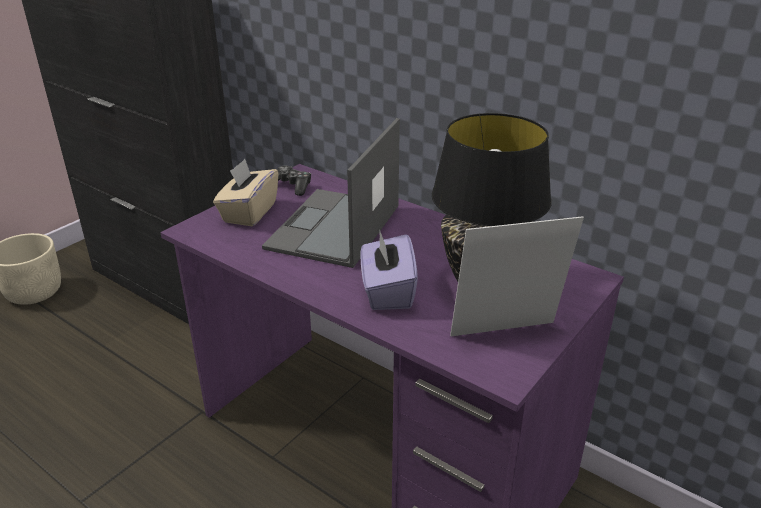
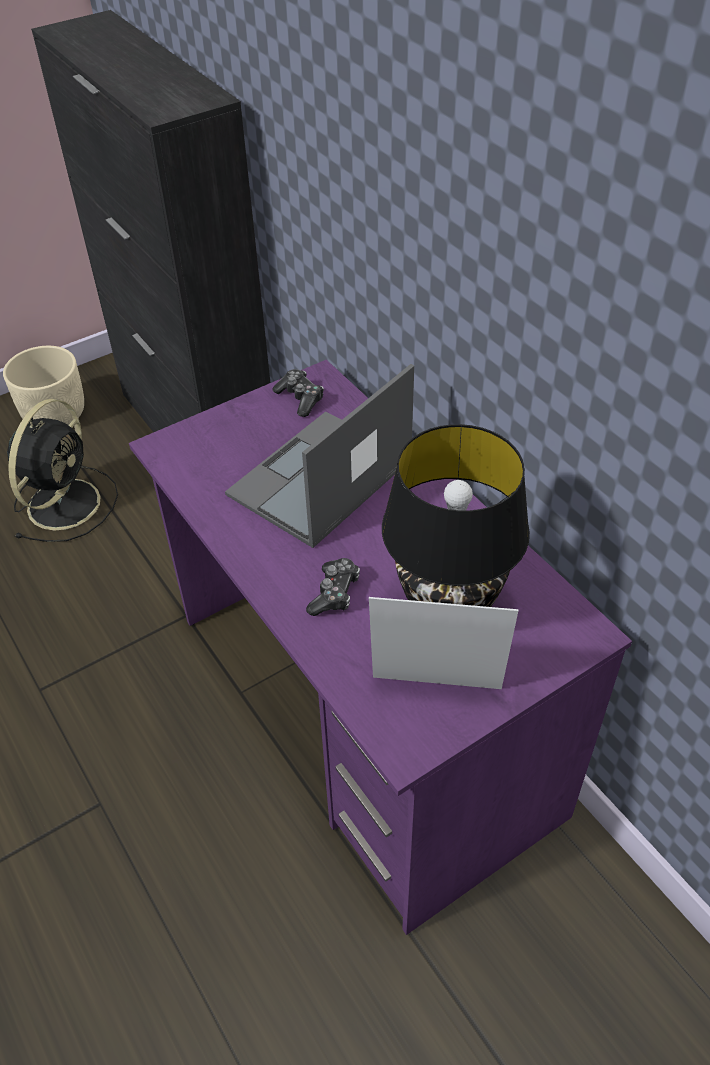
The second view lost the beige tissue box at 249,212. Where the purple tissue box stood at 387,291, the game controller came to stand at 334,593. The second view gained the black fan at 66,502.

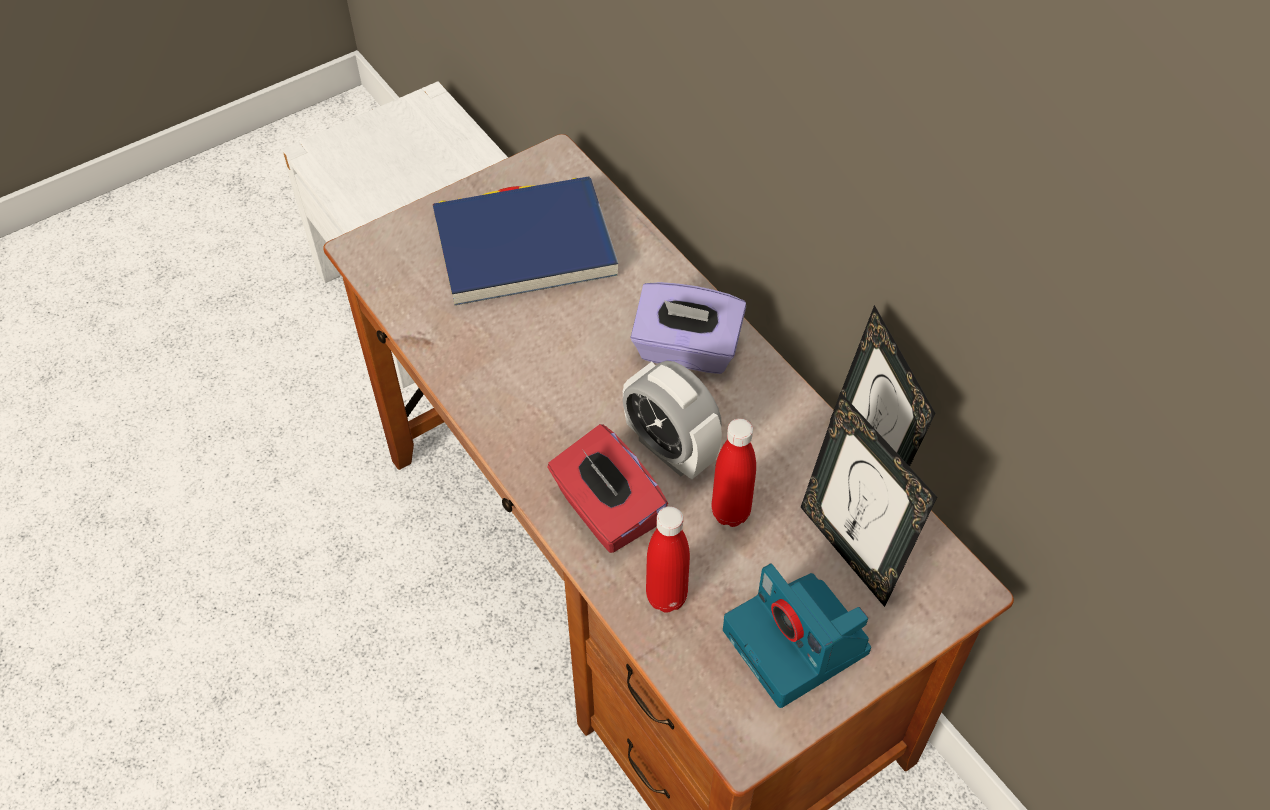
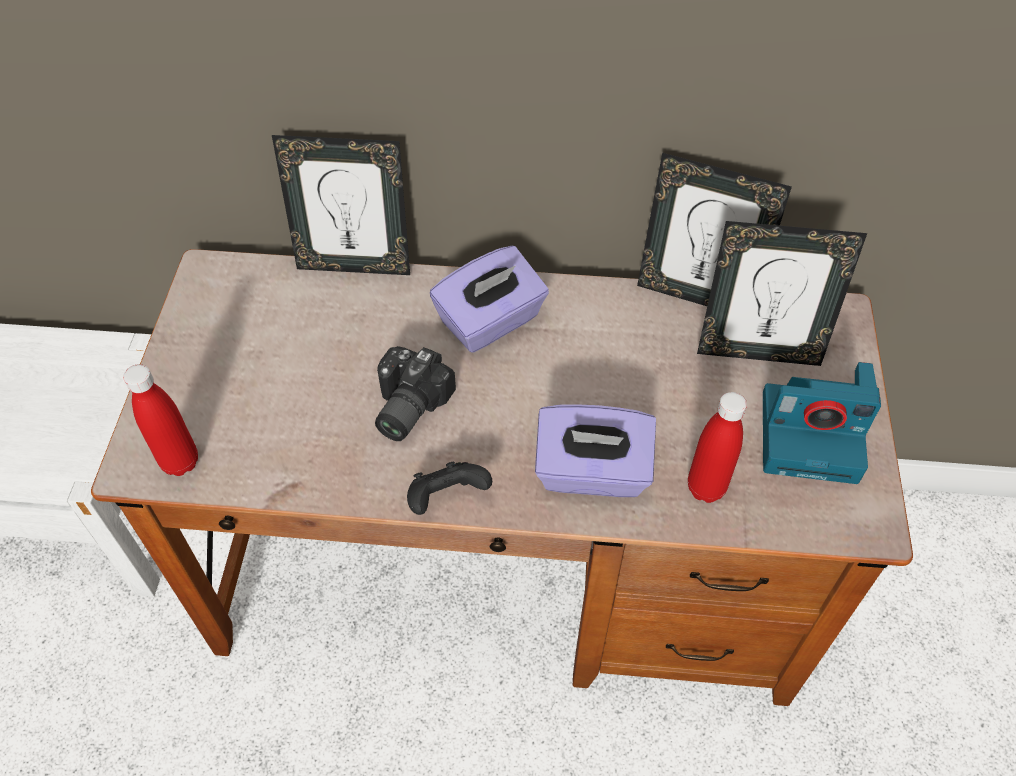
The second view lost the blue book at 524,246. What was the red tissue box at 606,510 turned into the purple tissue box at 592,473. The second view lost the alarm clock at 670,449. The red bottle ended up elsewhere, having gone from 730,513 to 180,462. The second view gained the picture frame at 355,265. The second view gained the photo camera at 405,406. The second view gained the black game controller at 447,498.

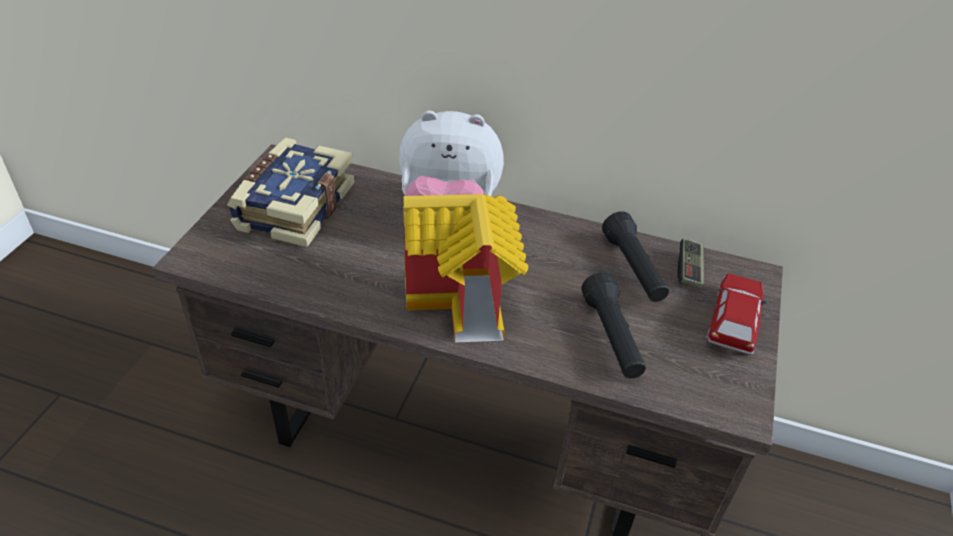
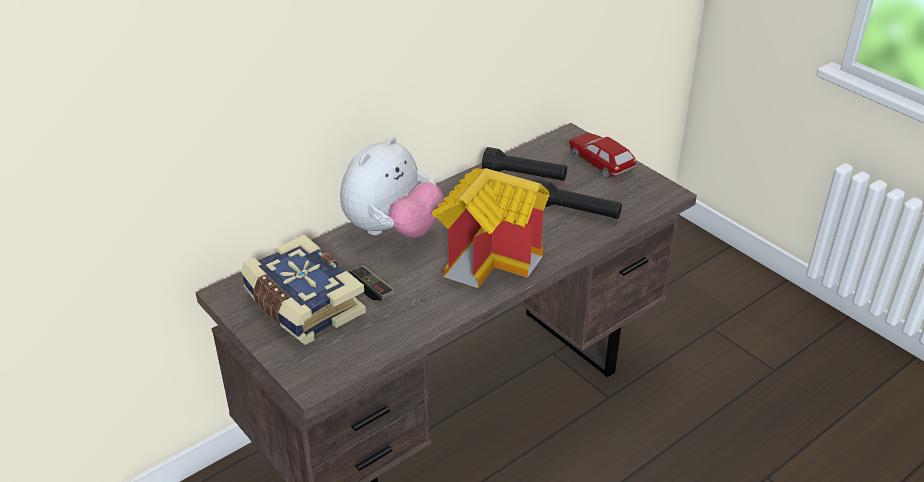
The game controller ended up elsewhere, having gone from 689,270 to 372,289.

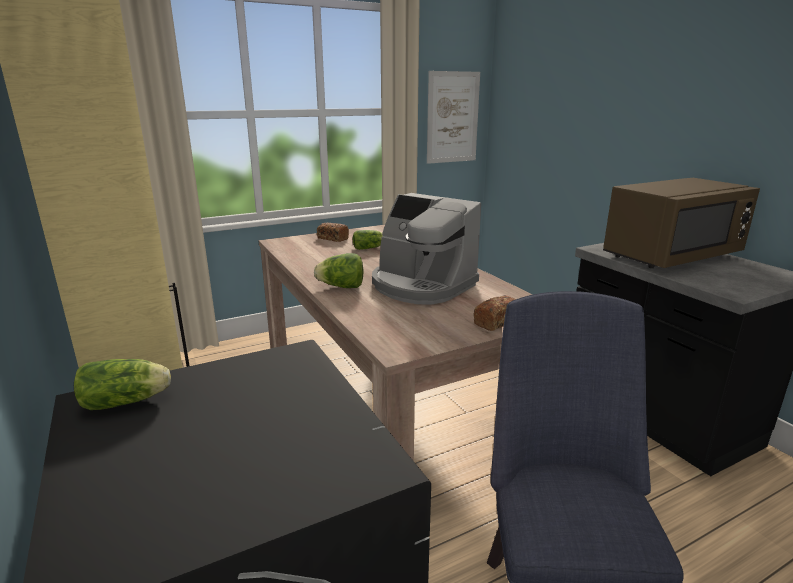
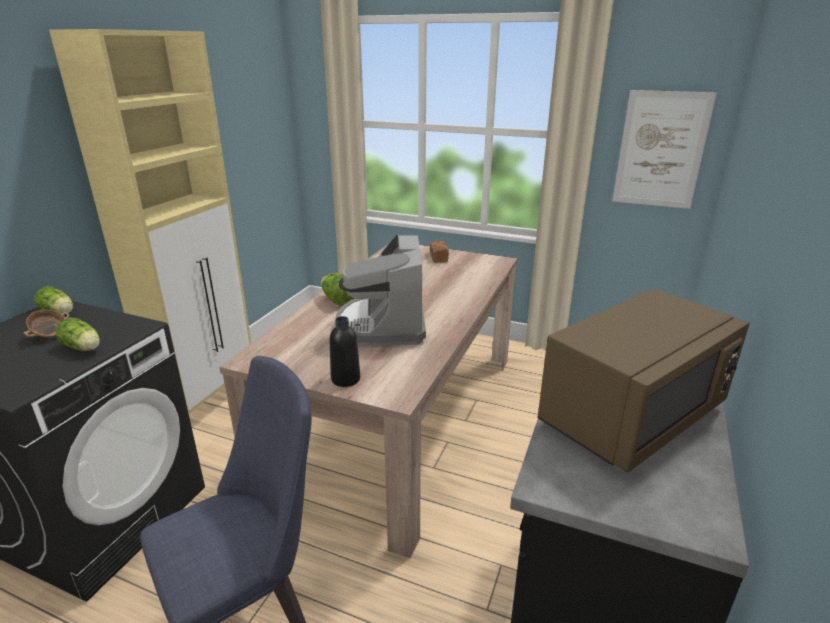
The lettuce ended up elsewhere, having gone from 370,248 to 84,348. Where the bread stood at 496,322, the black bottle came to stand at 345,379. The brown microwave at 671,256 ended up facing another way, 60 degrees counterclockwise from before. The second view gained the bowl at 51,335.

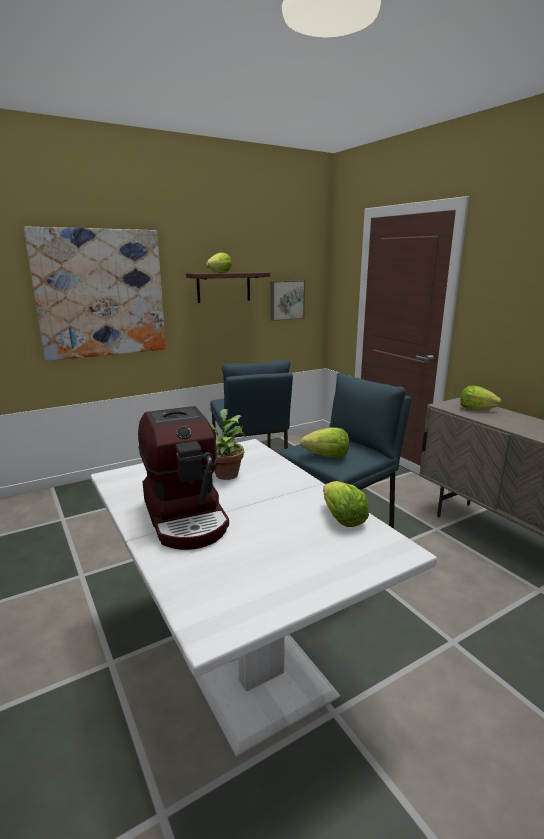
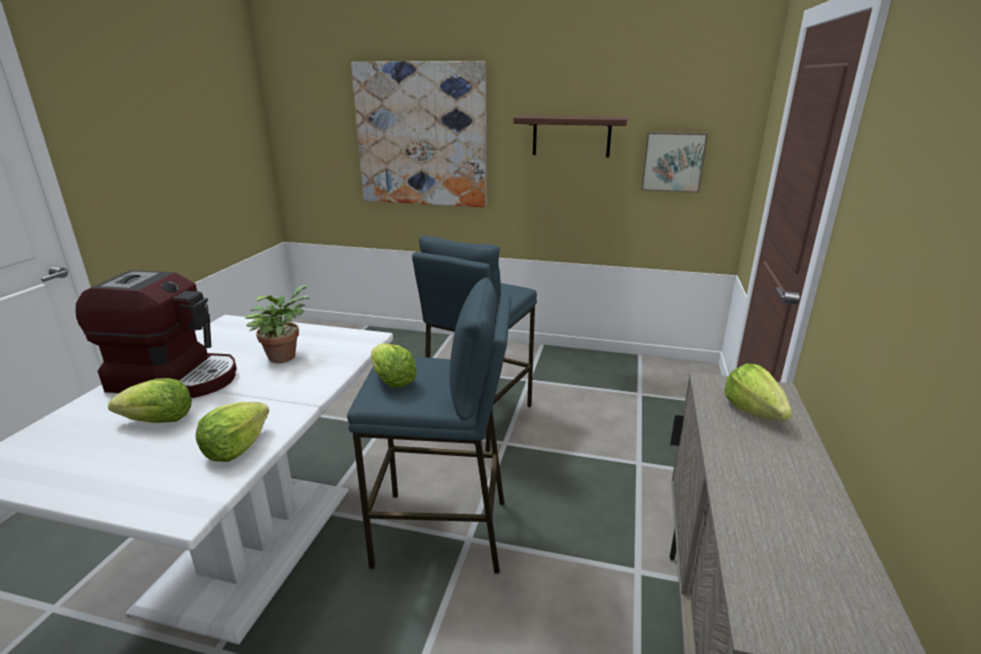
The coffee machine at 186,516 ended up facing another way, 105 degrees counterclockwise from before. The lettuce ended up elsewhere, having gone from 219,272 to 158,421.

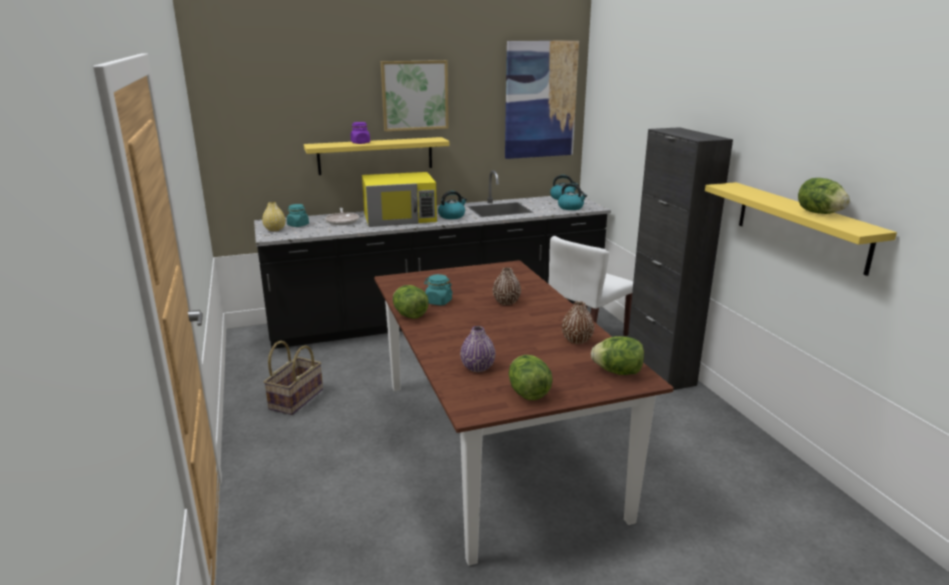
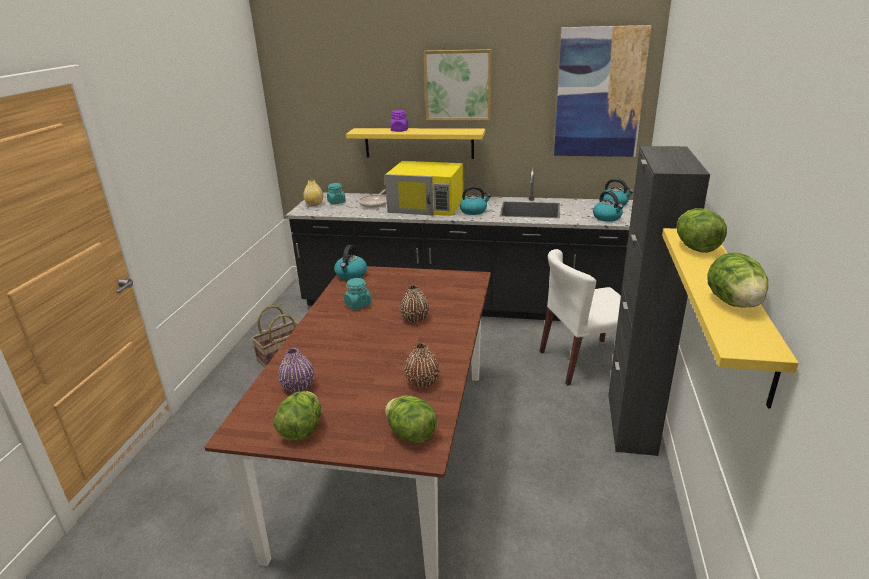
The lettuce ended up elsewhere, having gone from 410,315 to 696,248. The second view gained the kettle at 351,275.

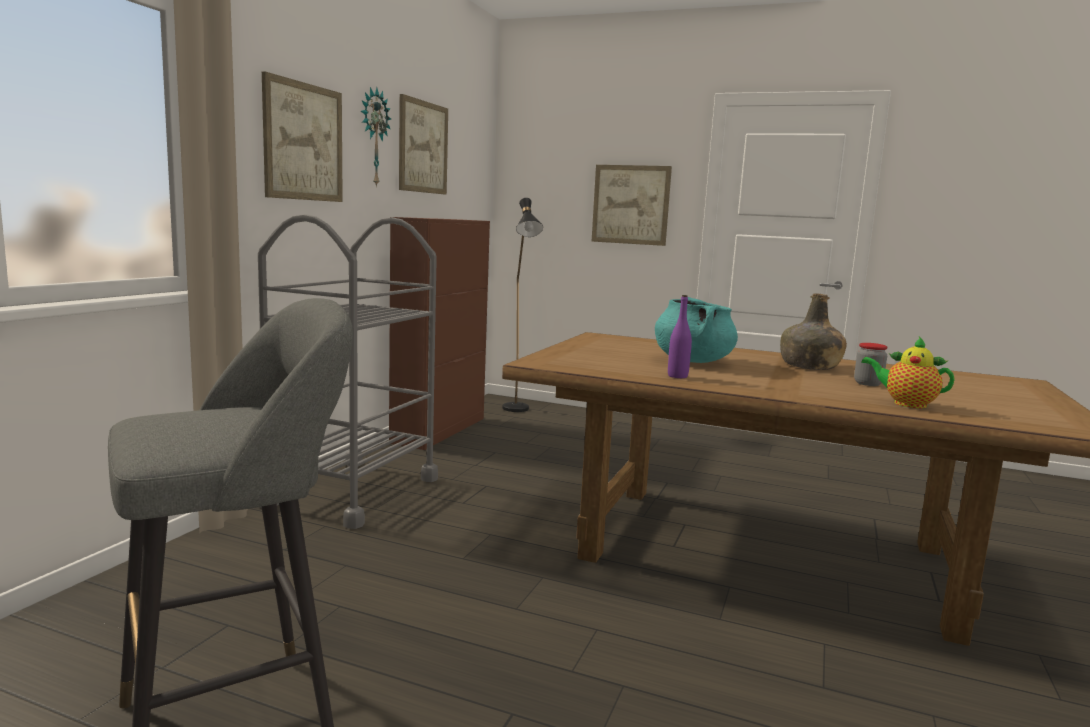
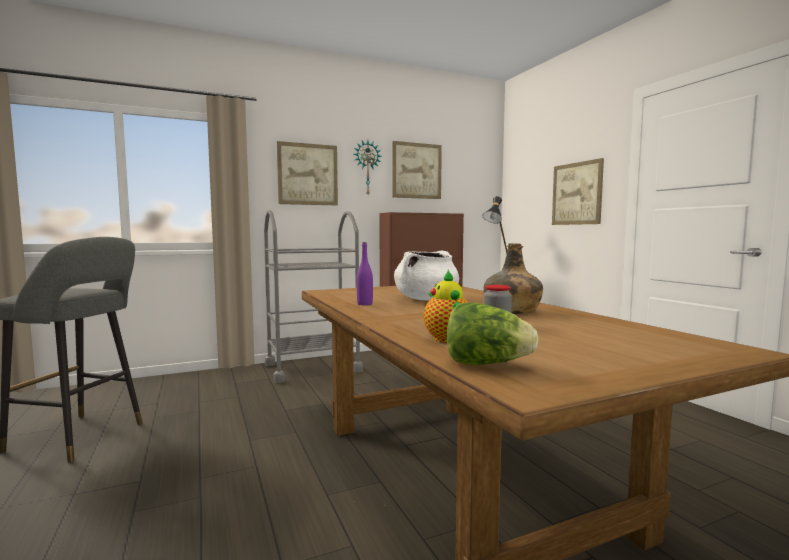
What was the turquoise cooking pot at 692,361 turned into the white cooking pot at 426,299. The second view gained the lettuce at 486,364.

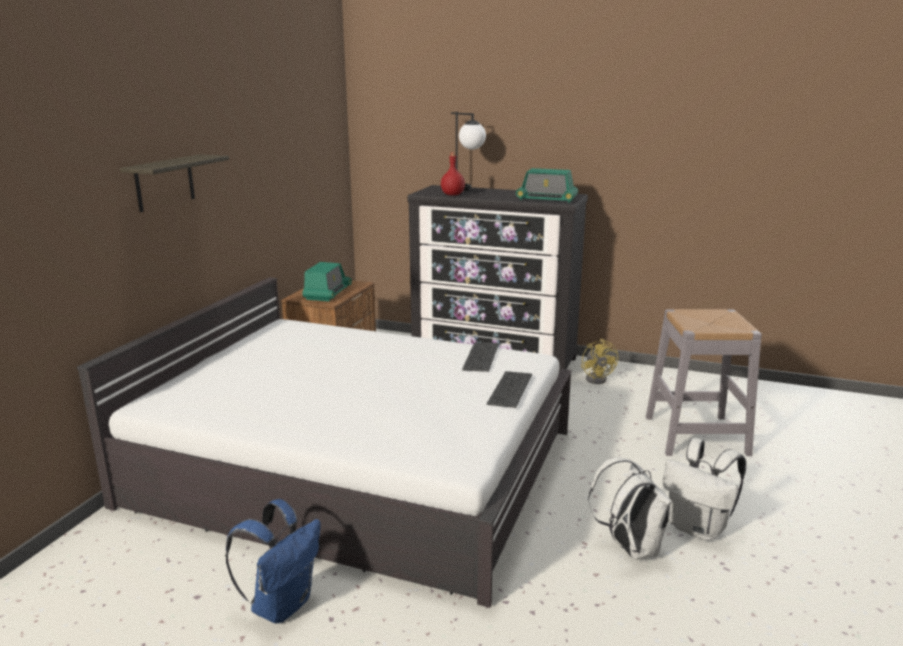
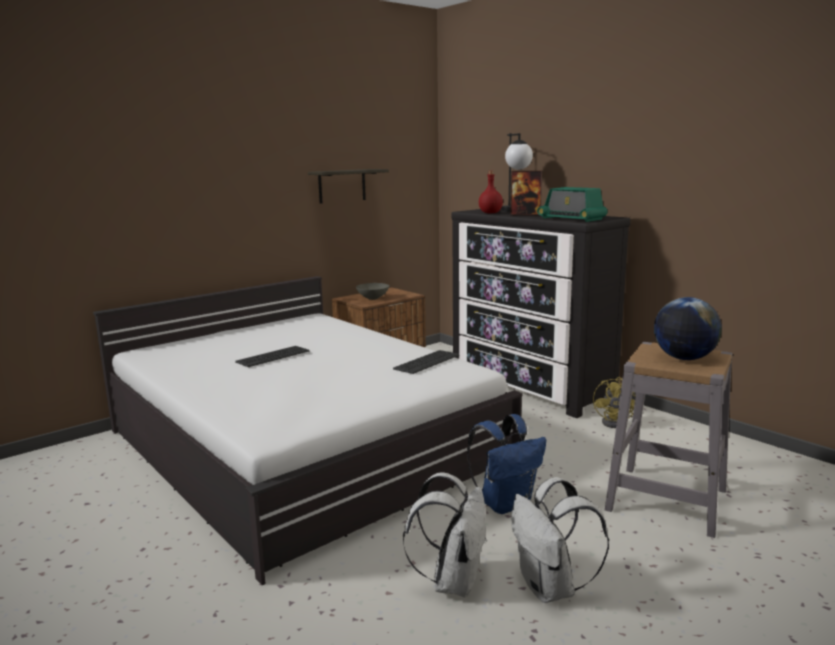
The shelf ended up elsewhere, having gone from 165,183 to 342,186. The blue backpack ended up elsewhere, having gone from 282,604 to 505,503. Where the radio stood at 327,293, the grey bowl came to stand at 373,298. The keyboard ended up elsewhere, having gone from 509,389 to 272,357. The second view gained the picture frame at 525,214. The second view gained the globe at 684,358.

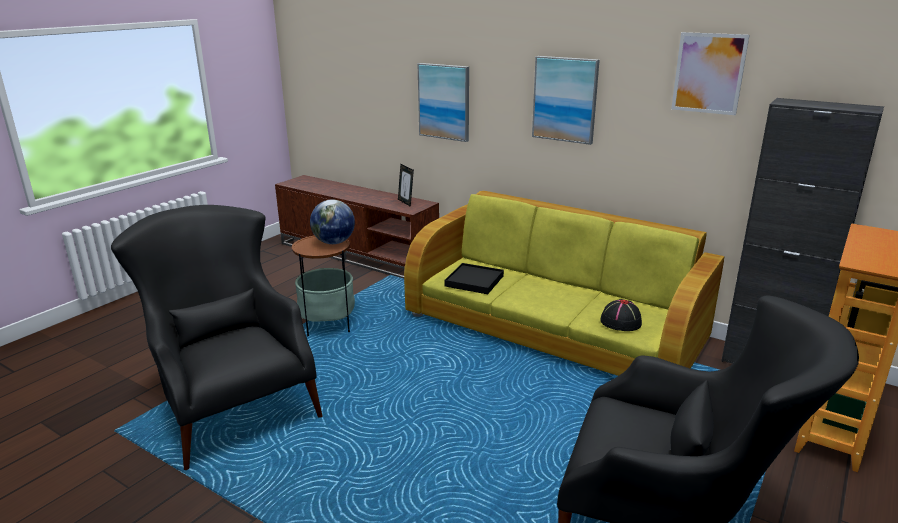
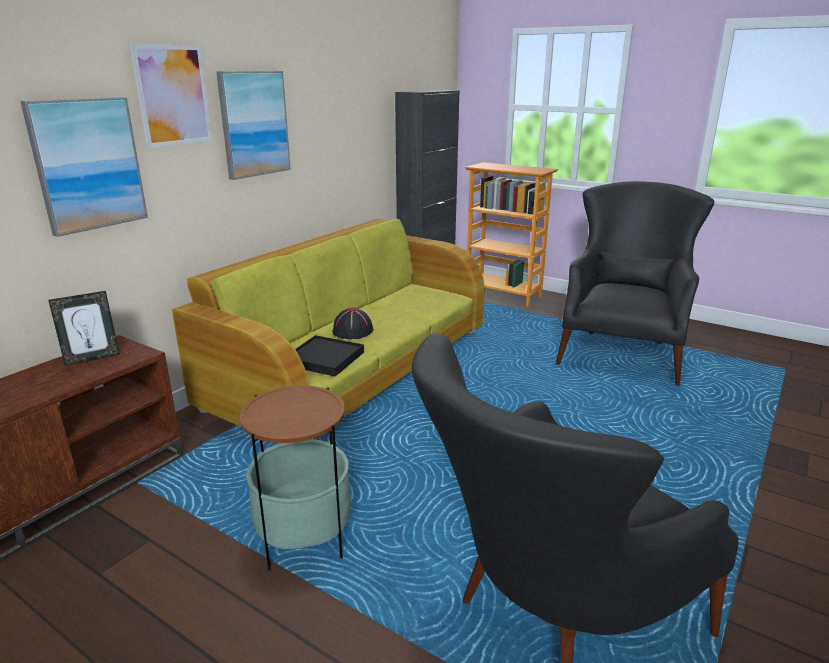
The second view lost the globe at 333,242. The black hat ended up elsewhere, having gone from 620,322 to 352,331. The picture ended up elsewhere, having gone from 708,73 to 173,95.

